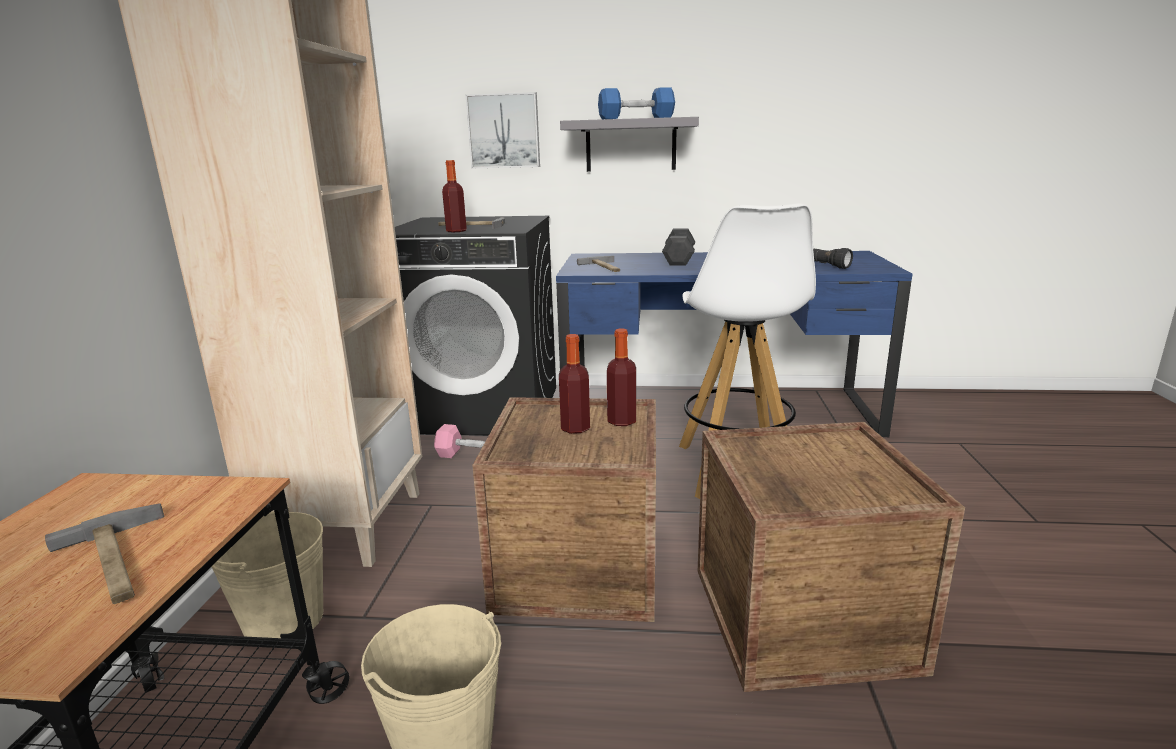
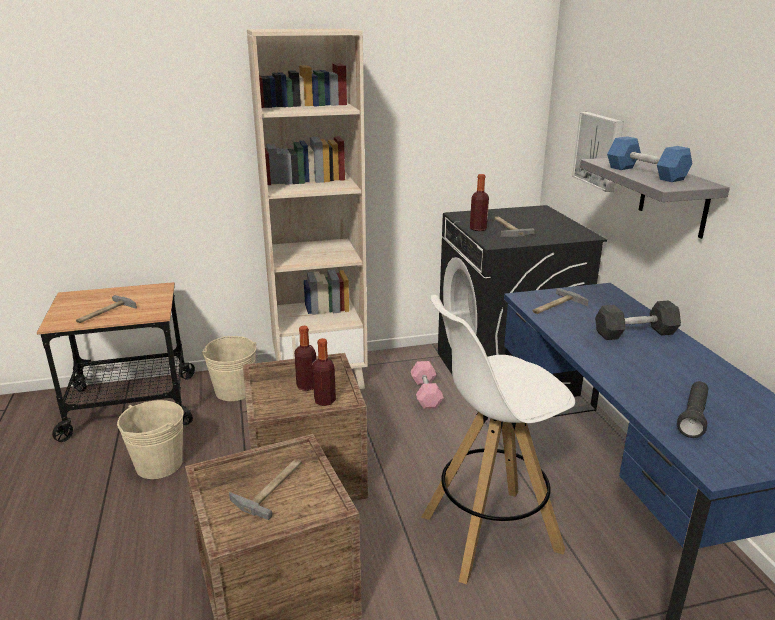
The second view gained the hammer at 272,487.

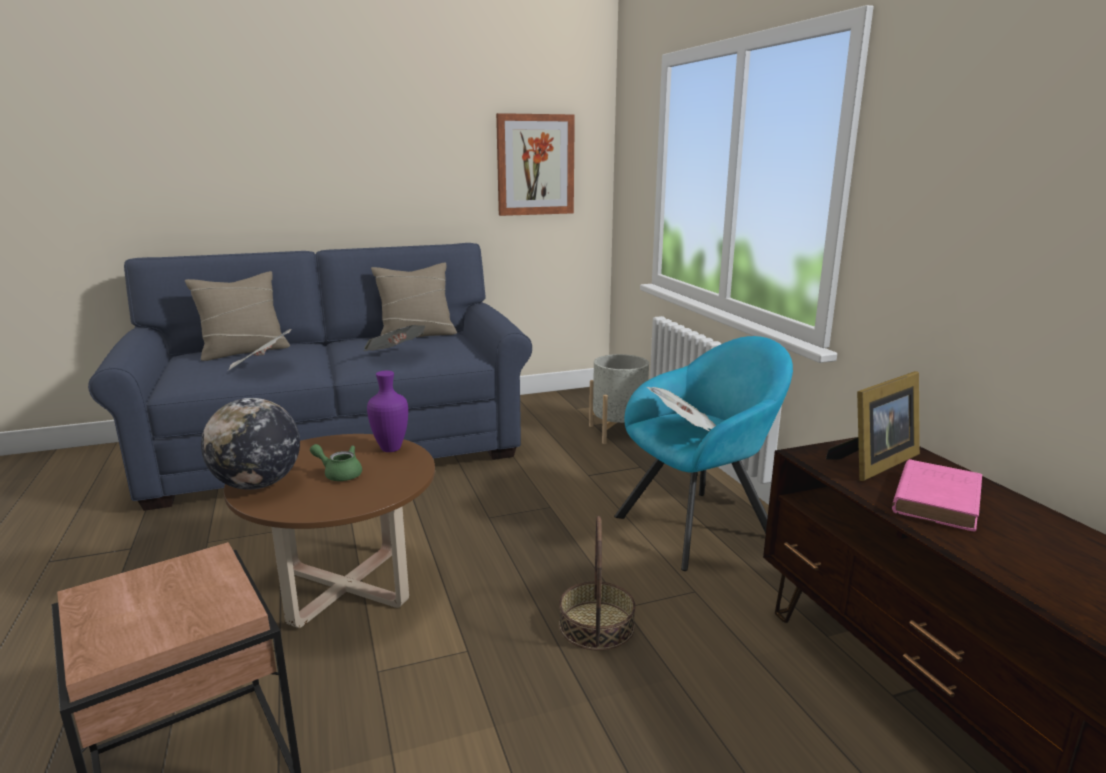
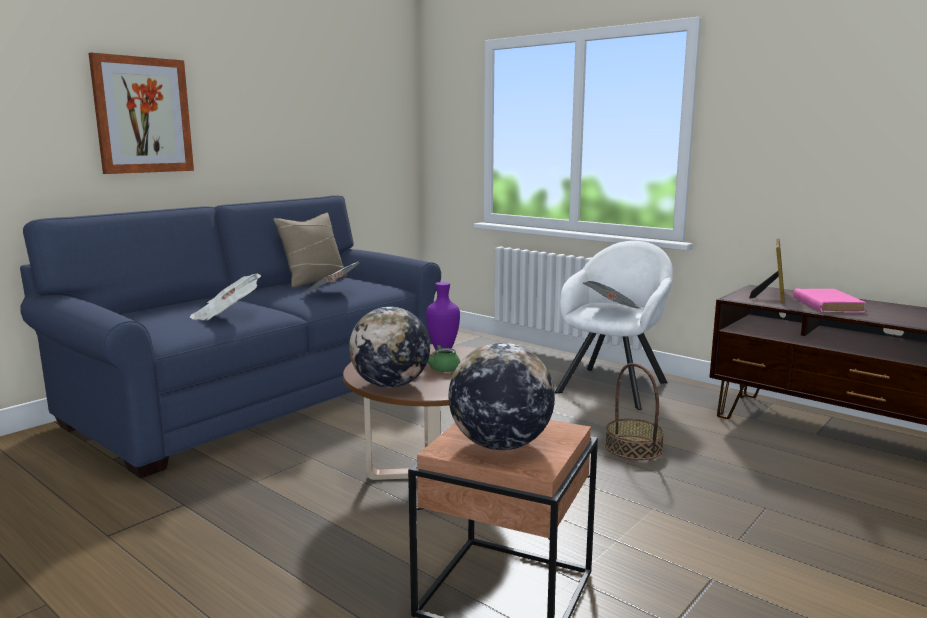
The second view lost the beige pillow at 244,351. The picture ended up elsewhere, having gone from 535,165 to 143,115. The second view lost the grey planter at 619,432. What was the turquoise armchair at 701,525 turned into the white armchair at 614,385. The second view gained the globe at 500,445.

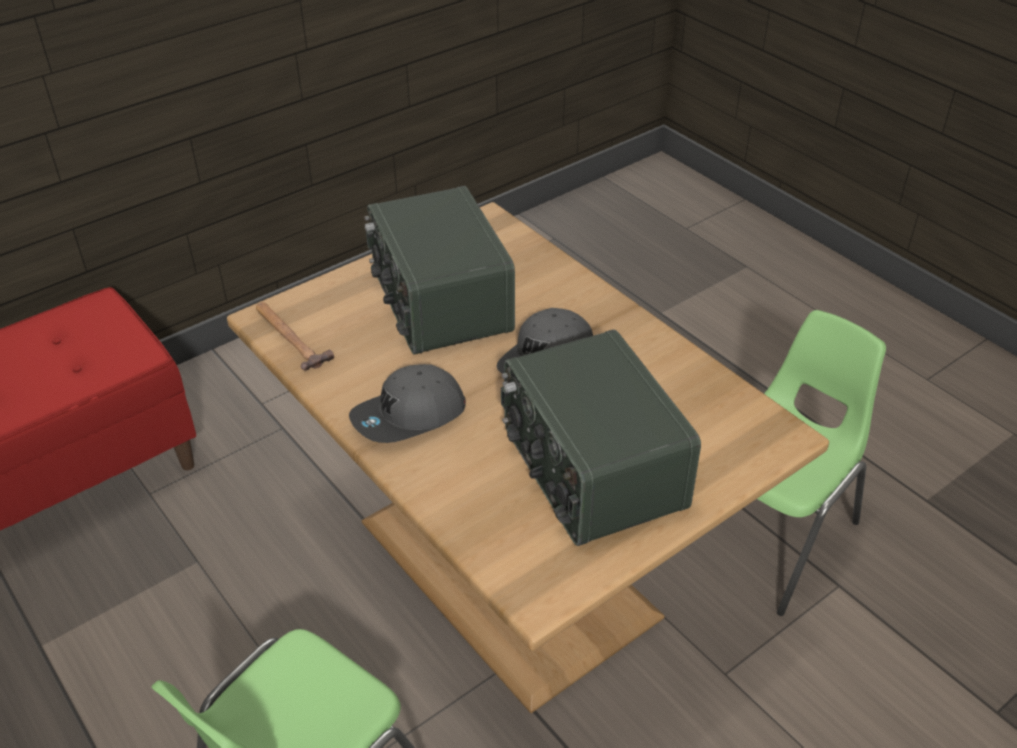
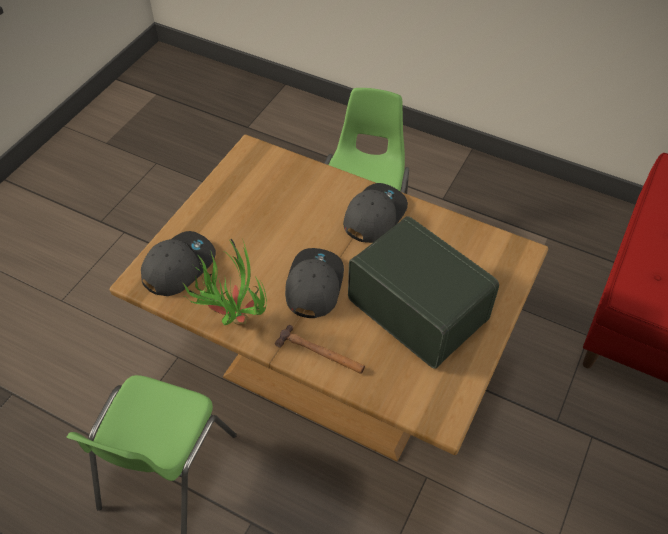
The hammer ended up elsewhere, having gone from 290,337 to 321,353. The second view lost the radio at 590,469. The second view gained the grey cap at 178,266. The second view gained the potted plant at 231,317.

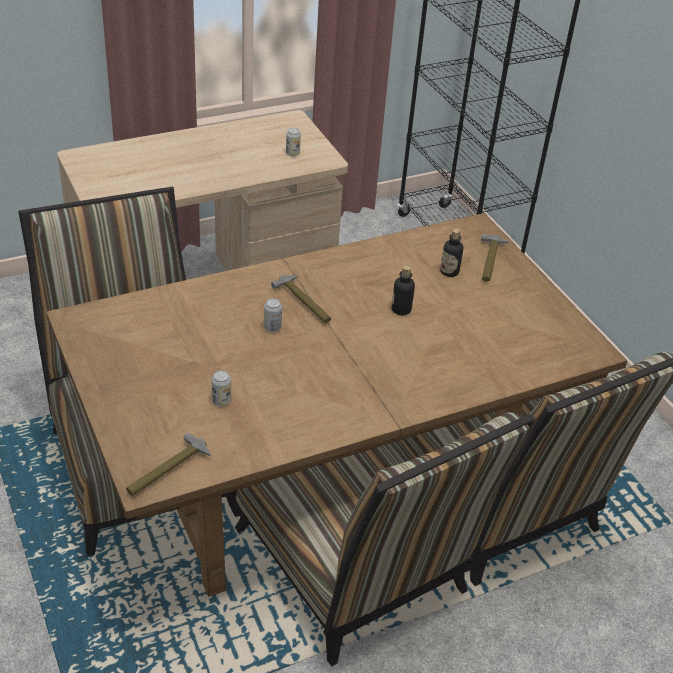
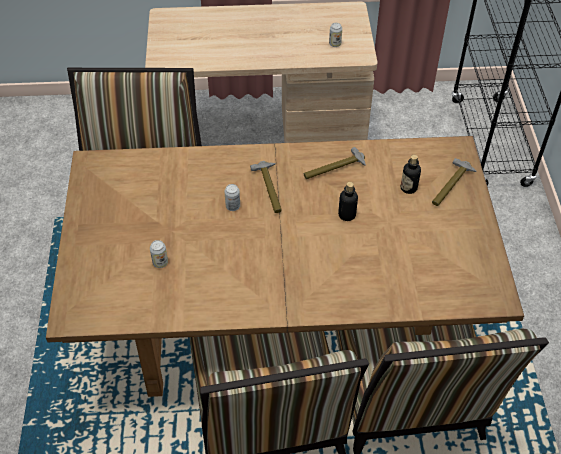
The hammer ended up elsewhere, having gone from 167,471 to 334,169.

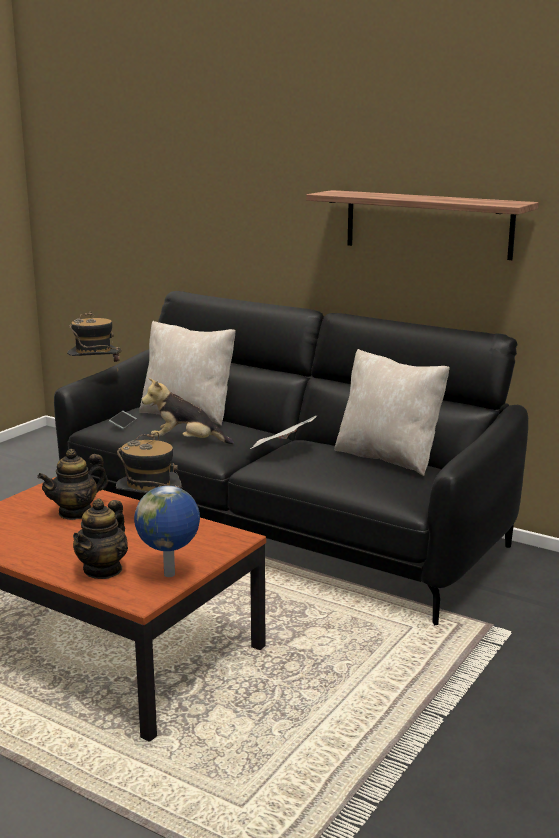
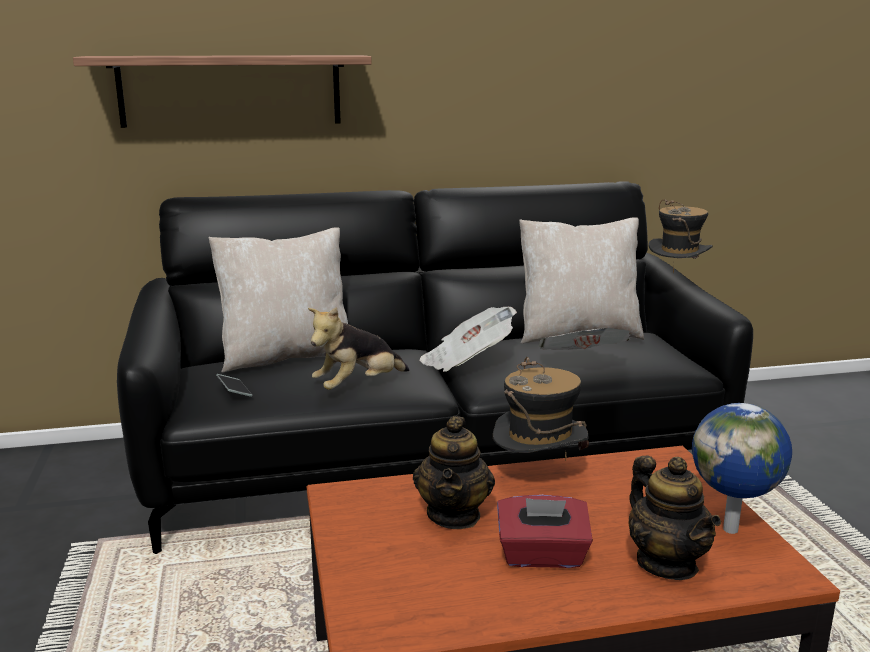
The hat ended up elsewhere, having gone from 95,376 to 676,282. The shelf ended up elsewhere, having gone from 427,224 to 230,90. The second view gained the red tissue box at 542,556. The second view gained the newspaper at 581,364.

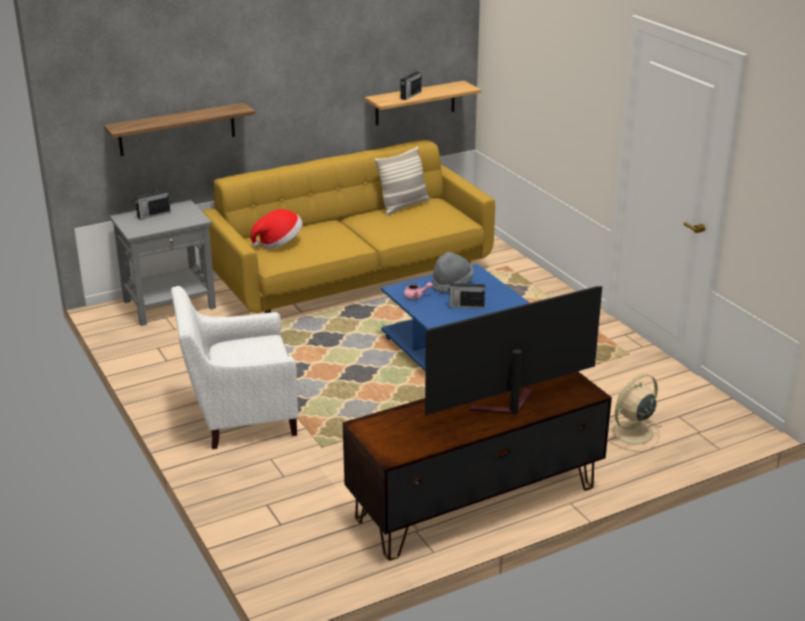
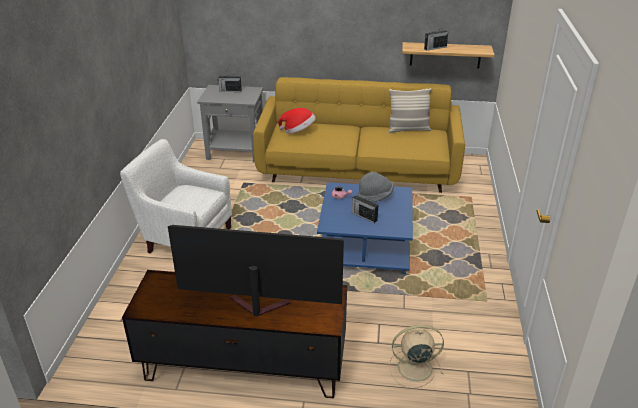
The second view lost the shelf at 177,129.

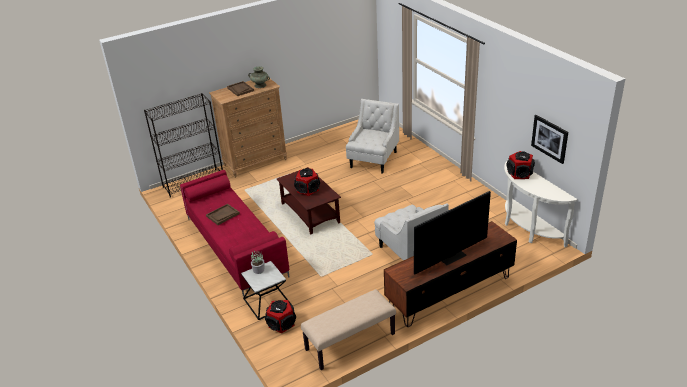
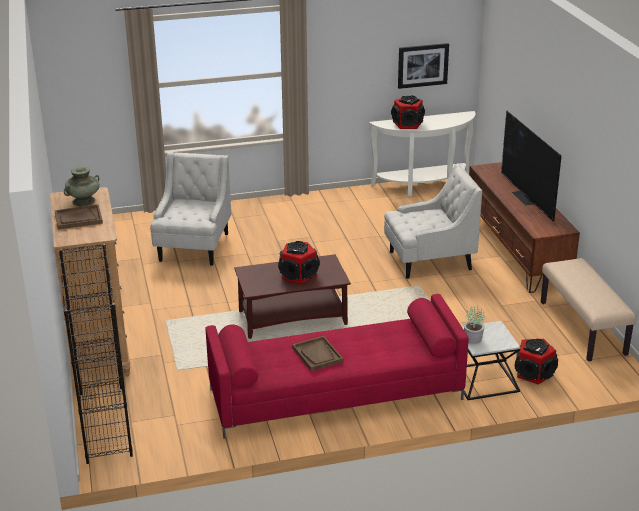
The white armchair at 373,160 ended up facing another way, 60 degrees clockwise from before.

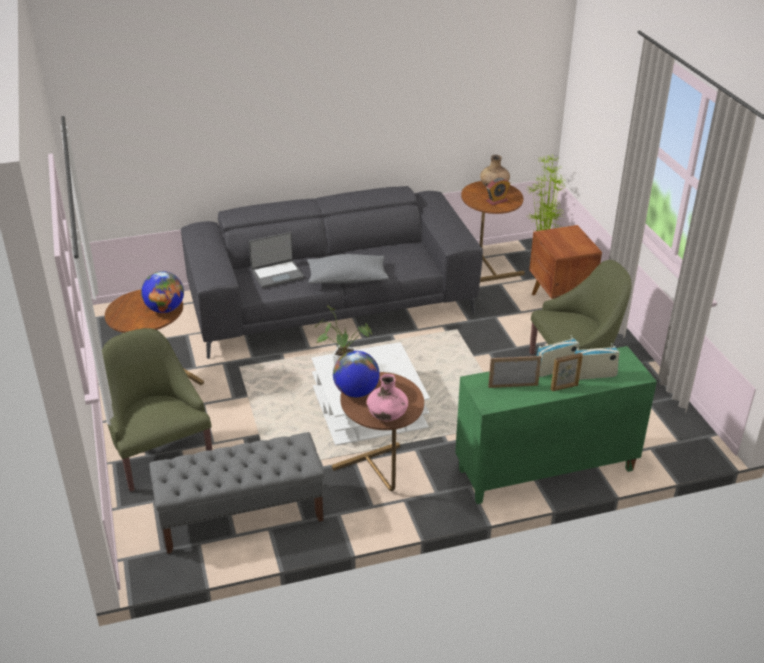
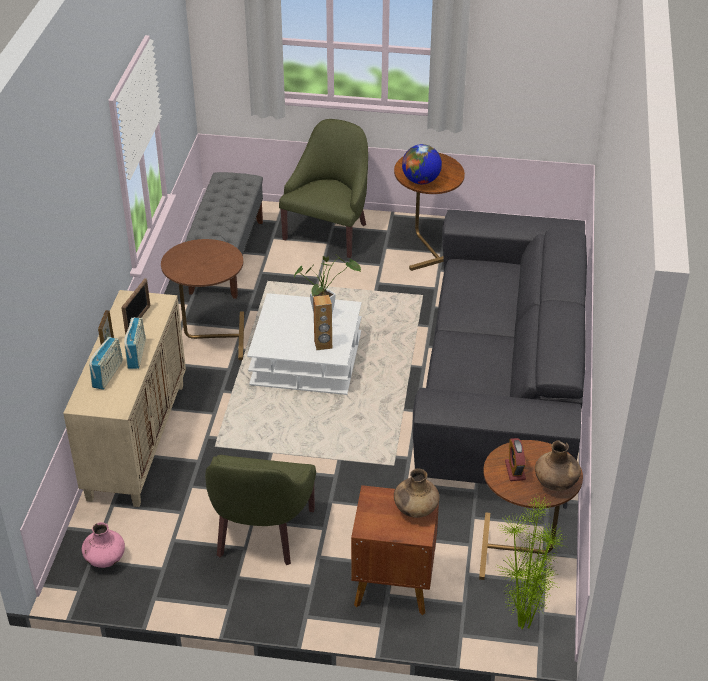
The green armchair at 159,454 ended up facing another way, 60 degrees counterclockwise from before. The second view lost the laptop at 277,274. The second view lost the grey pillow at 347,279. The second view lost the globe at 356,392. The pink vase ended up elsewhere, having gone from 387,416 to 105,559. What was the green cabinet at 545,471 turned into the beige cabinet at 136,439. The second view gained the brown speaker at 323,345. The second view gained the brown vase at 415,509.

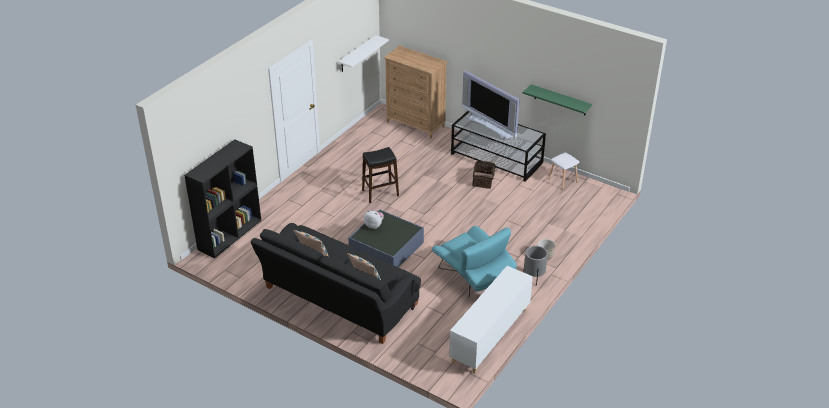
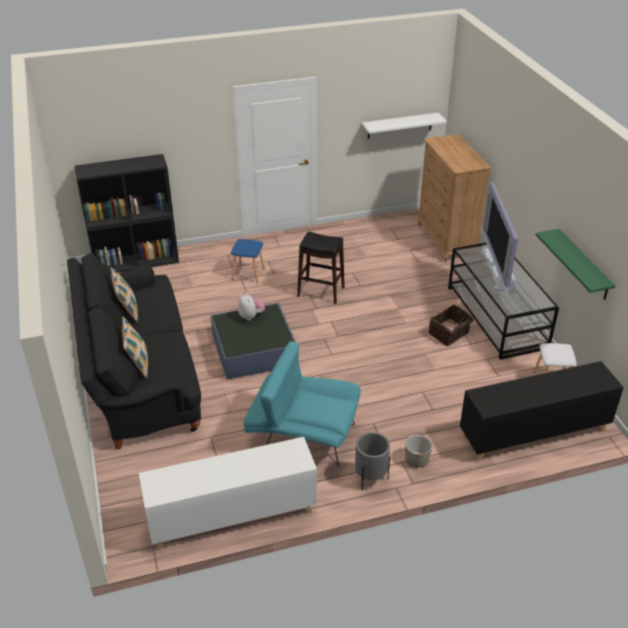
The turquoise armchair at 474,276 ended up facing another way, 105 degrees clockwise from before. The second view gained the blue stool at 248,273. The second view gained the black cabinet at 533,433.

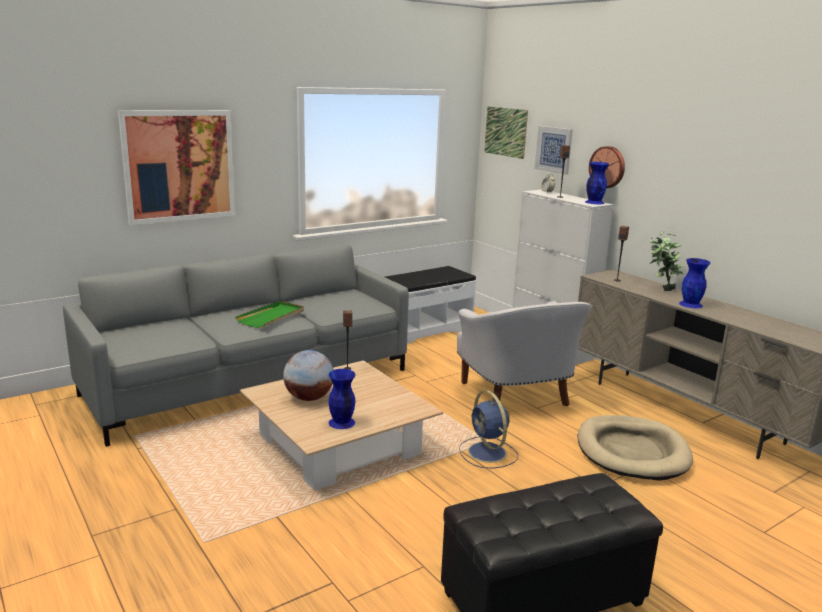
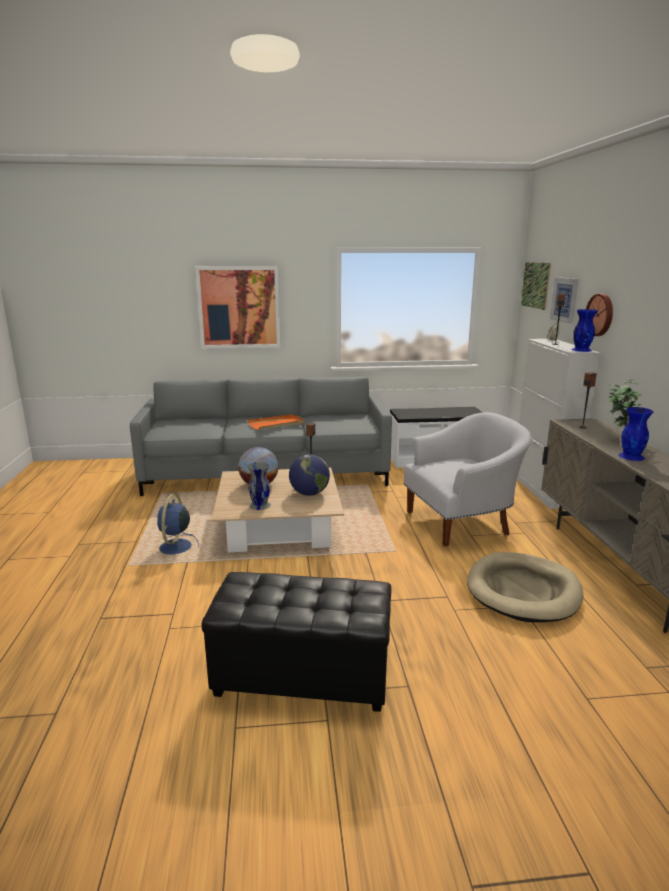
What was the green tray at 271,317 turned into the orange tray at 276,424. What was the blue vase at 341,422 turned into the grey vase at 259,505. The white armchair at 516,397 ended up facing another way, 120 degrees counterclockwise from before. The blue fan ended up elsewhere, having gone from 488,453 to 175,548. The second view gained the globe at 309,493.

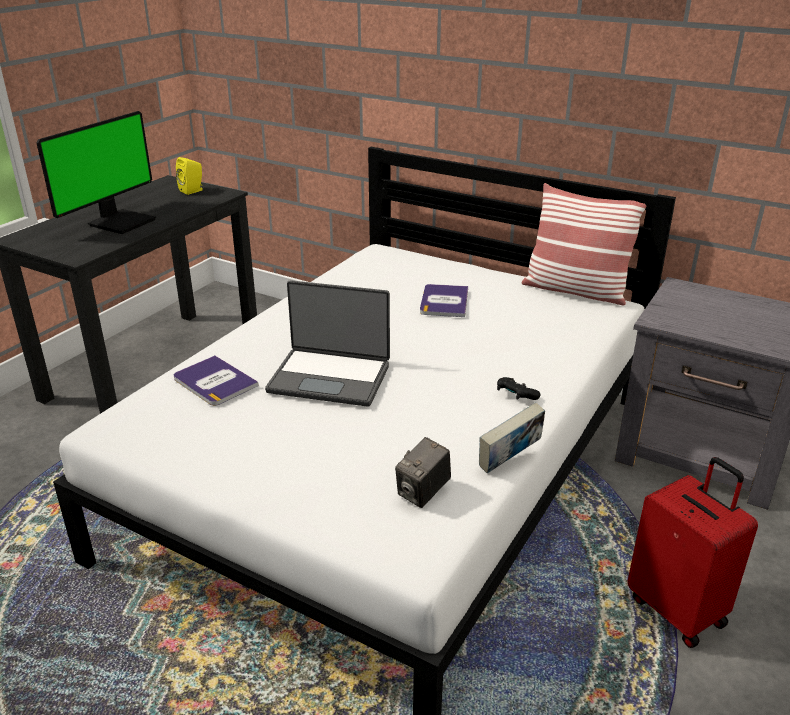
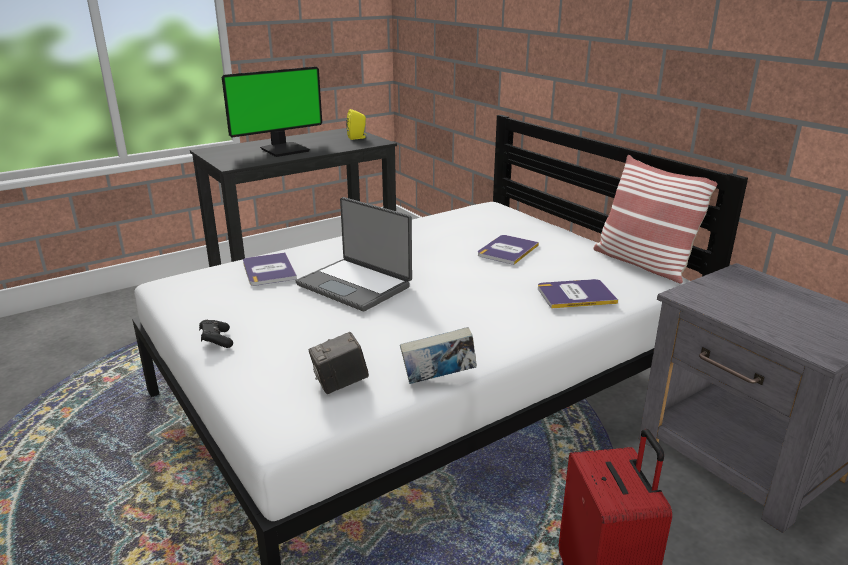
The black game controller ended up elsewhere, having gone from 515,396 to 216,341. The second view gained the book at 575,295.

